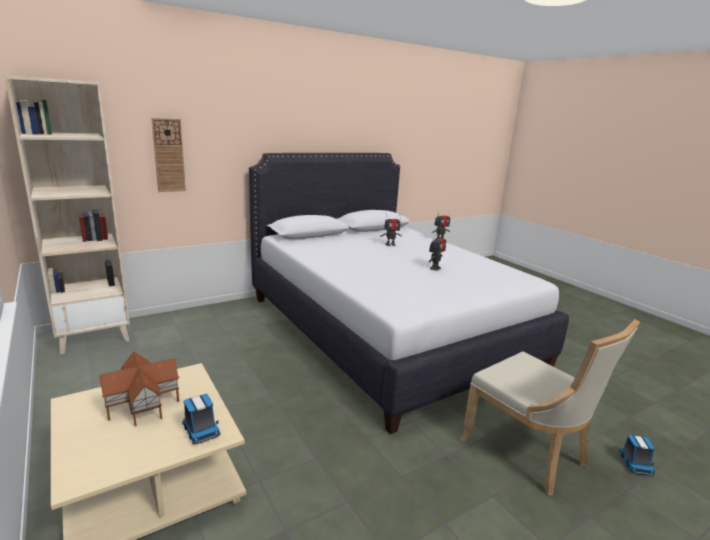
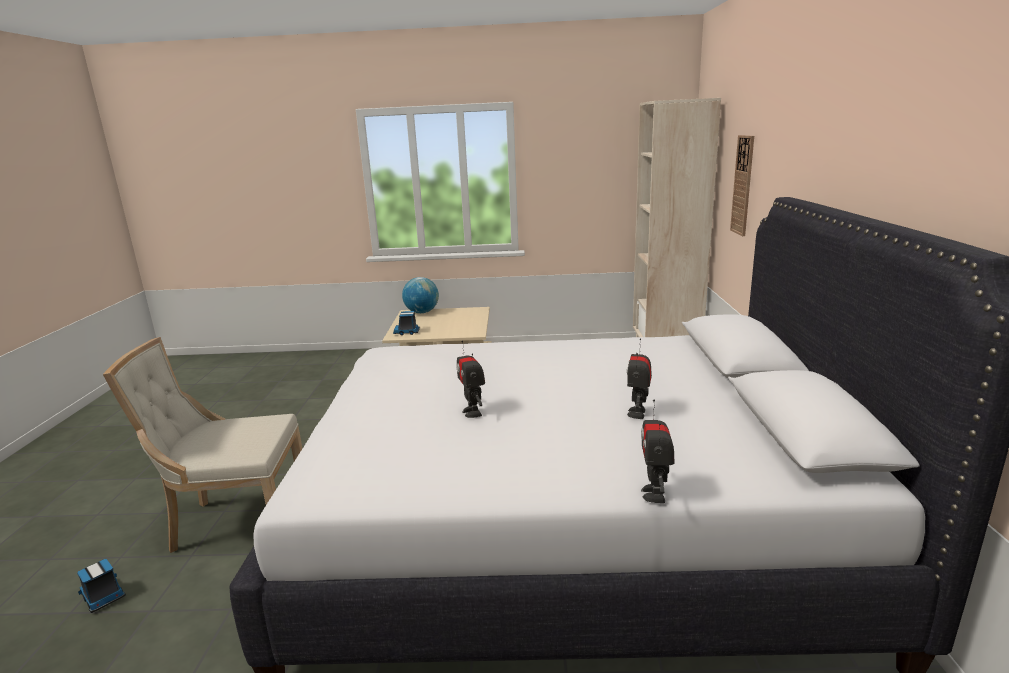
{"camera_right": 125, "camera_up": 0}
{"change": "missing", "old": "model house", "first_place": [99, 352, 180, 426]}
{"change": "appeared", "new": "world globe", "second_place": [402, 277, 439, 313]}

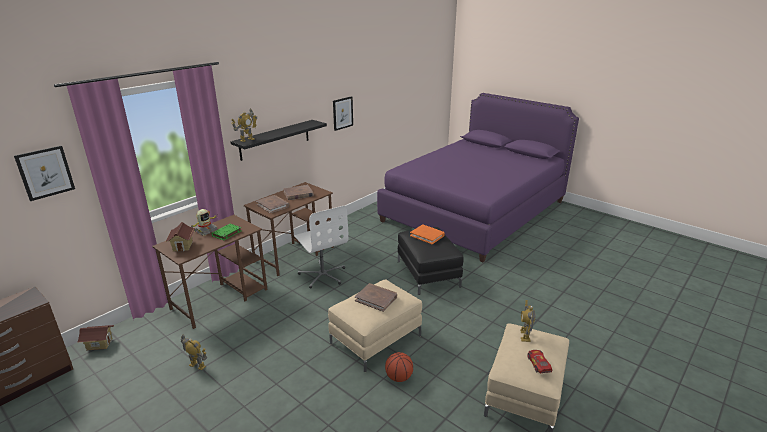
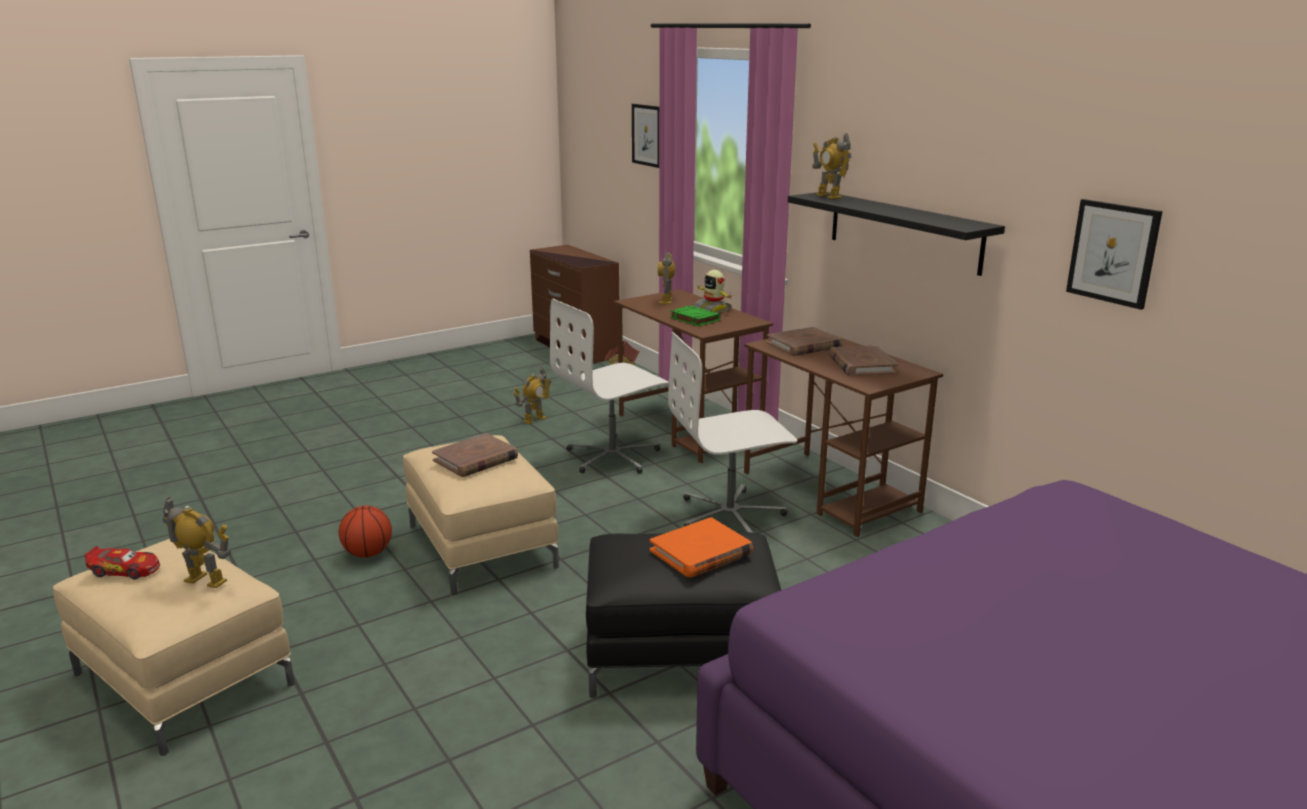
{"camera_right": 105, "camera_up": -5}
{"change": "appeared", "new": "desk chair (white)", "second_place": [550, 299, 669, 473]}
{"change": "exchanged", "old": "model house", "new": "model robot", "first_place": [165, 222, 195, 251], "second_place": [658, 252, 675, 304]}

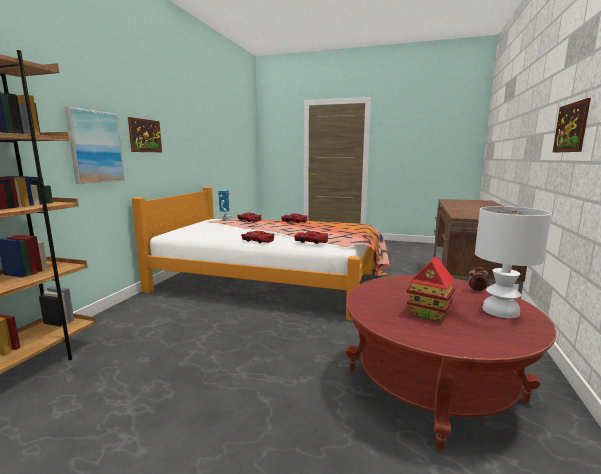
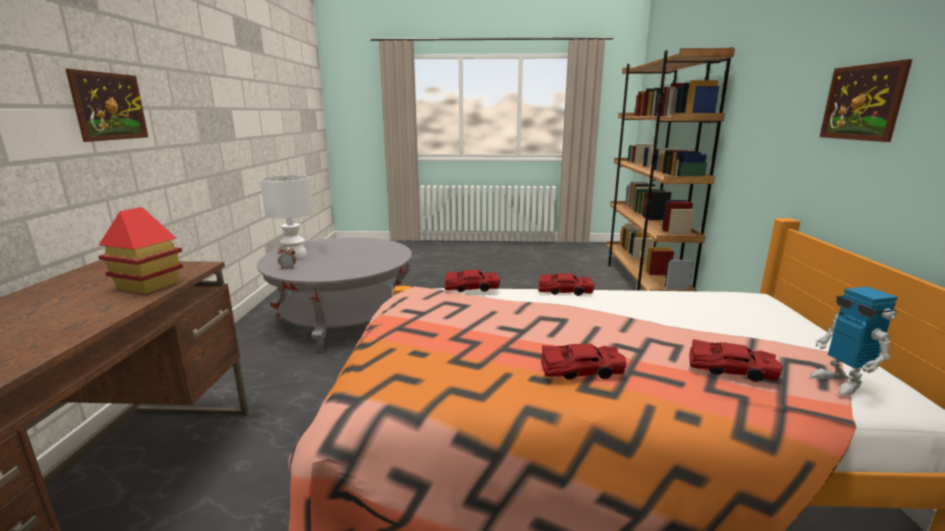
{"camera_right": 165, "camera_up": 5}
{"change": "missing", "old": "wall picture", "first_place": [65, 107, 125, 184]}
{"change": "relocated", "old": "model house", "first_place": [406, 256, 455, 321], "second_place": [98, 207, 183, 294]}
{"change": "colour", "old": "coffee table (red)", "new": "coffee table (gray)", "first_place": [345, 275, 556, 451], "second_place": [257, 237, 412, 352]}

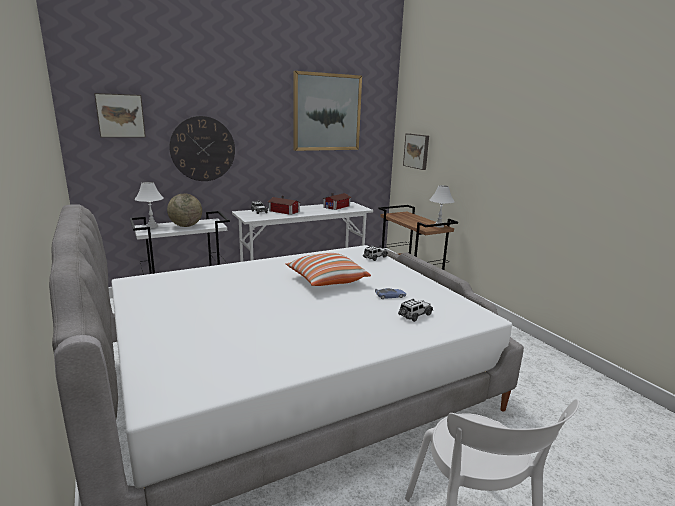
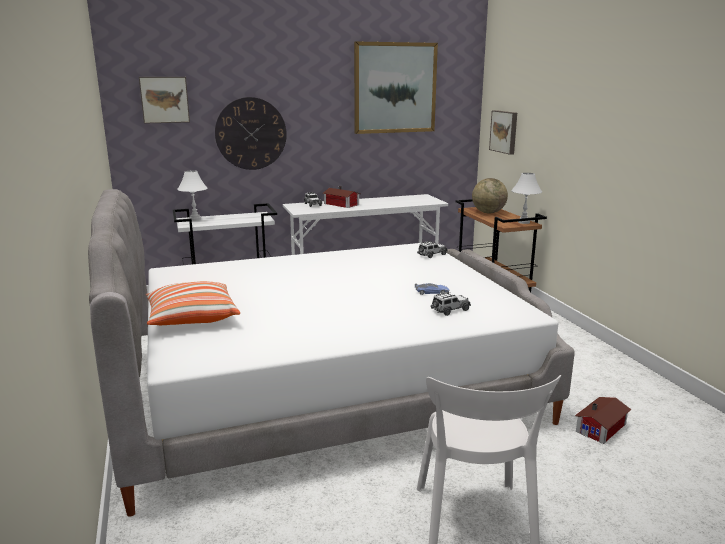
{"camera_right": 10, "camera_up": 0}
{"change": "relocated", "old": "world globe", "first_place": [167, 194, 202, 227], "second_place": [472, 178, 508, 214]}
{"change": "relocated", "old": "pillow", "first_place": [285, 253, 371, 286], "second_place": [146, 281, 240, 325]}
{"change": "relocated", "old": "model house", "first_place": [323, 193, 352, 210], "second_place": [575, 397, 631, 444]}

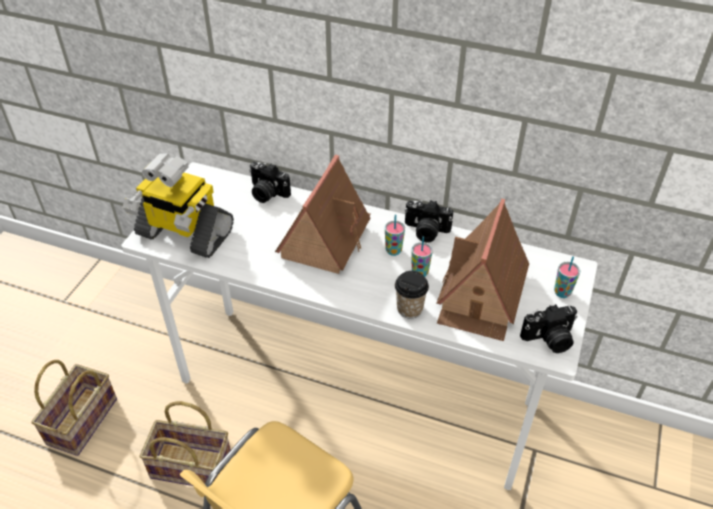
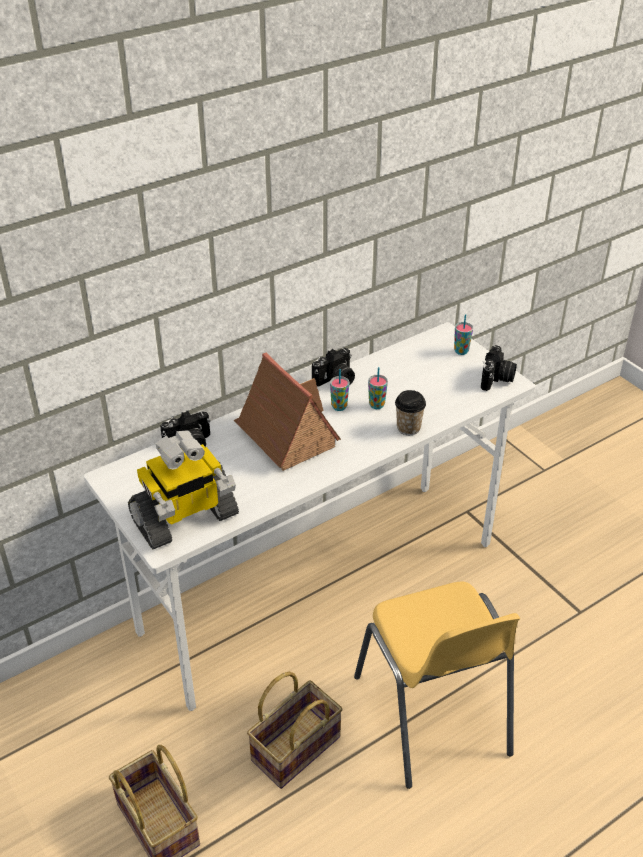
{"camera_right": -55, "camera_up": -5}
{"change": "missing", "old": "model house", "first_place": [436, 198, 529, 341]}

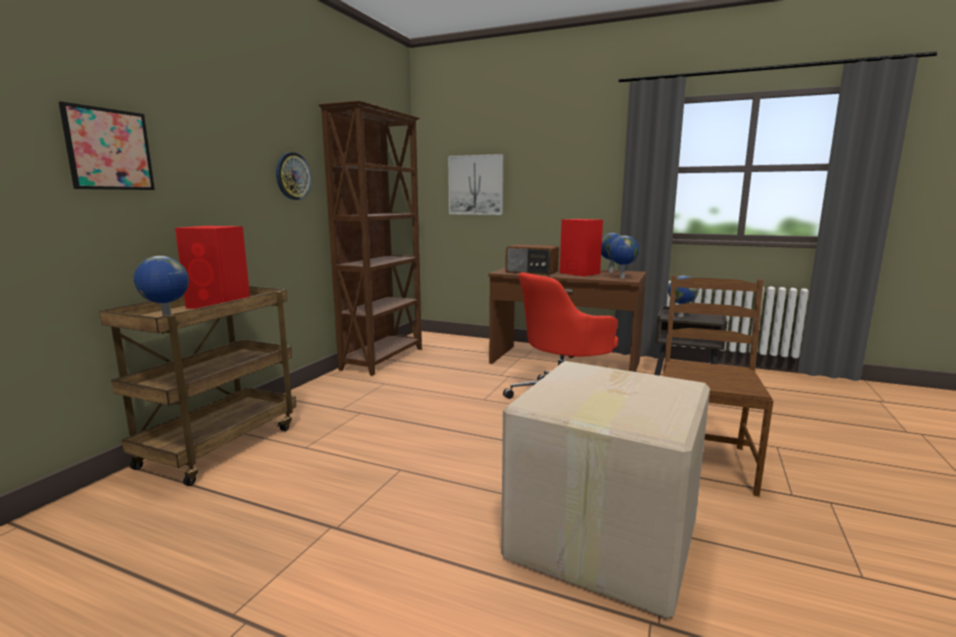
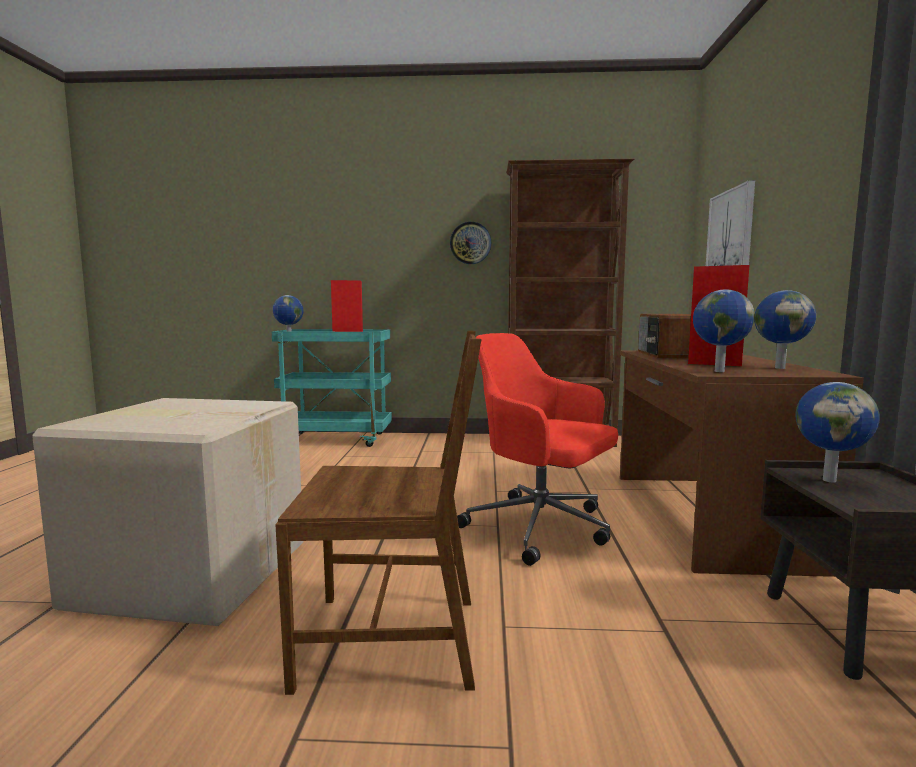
{"camera_right": 70, "camera_up": -5}
{"change": "missing", "old": "wall picture", "first_place": [59, 101, 155, 190]}
{"change": "colour", "old": "wheeled cart (brownish)", "new": "wheeled cart (turquoise-coloured)", "first_place": [99, 286, 296, 486], "second_place": [272, 329, 392, 447]}

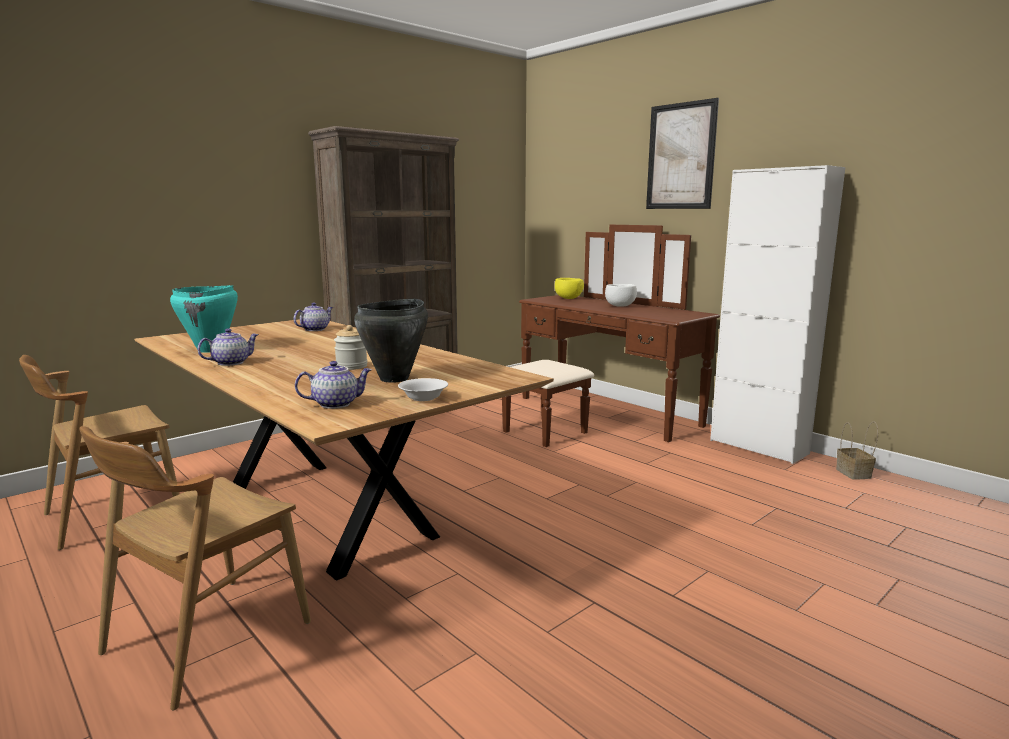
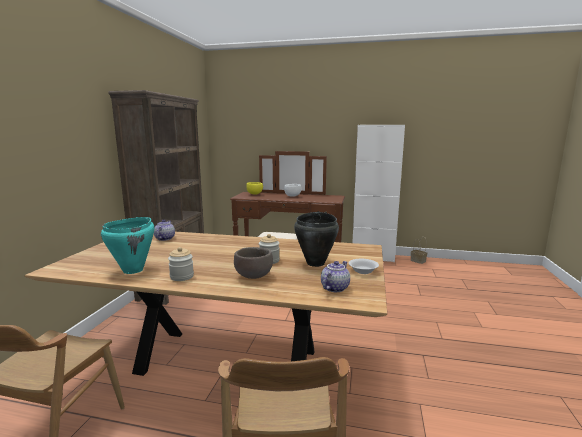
{"camera_right": -35, "camera_up": 0}
{"change": "missing", "old": "wall picture", "first_place": [646, 98, 719, 209]}
{"change": "appeared", "new": "deep dish (brownish)", "second_place": [234, 247, 273, 279]}
{"change": "exchanged", "old": "teapot", "new": "storage jar", "first_place": [197, 328, 259, 366], "second_place": [168, 247, 194, 281]}

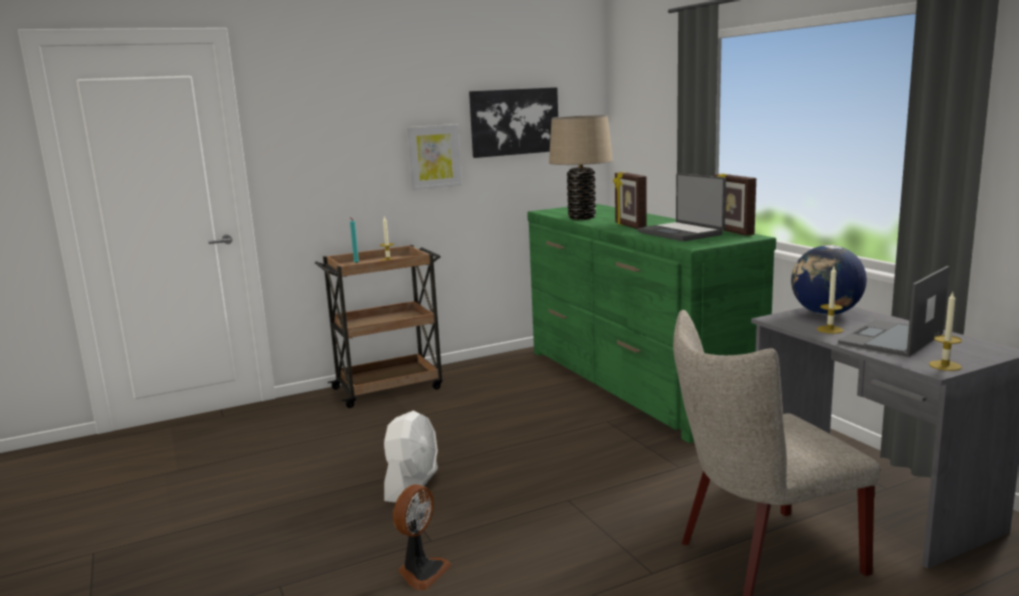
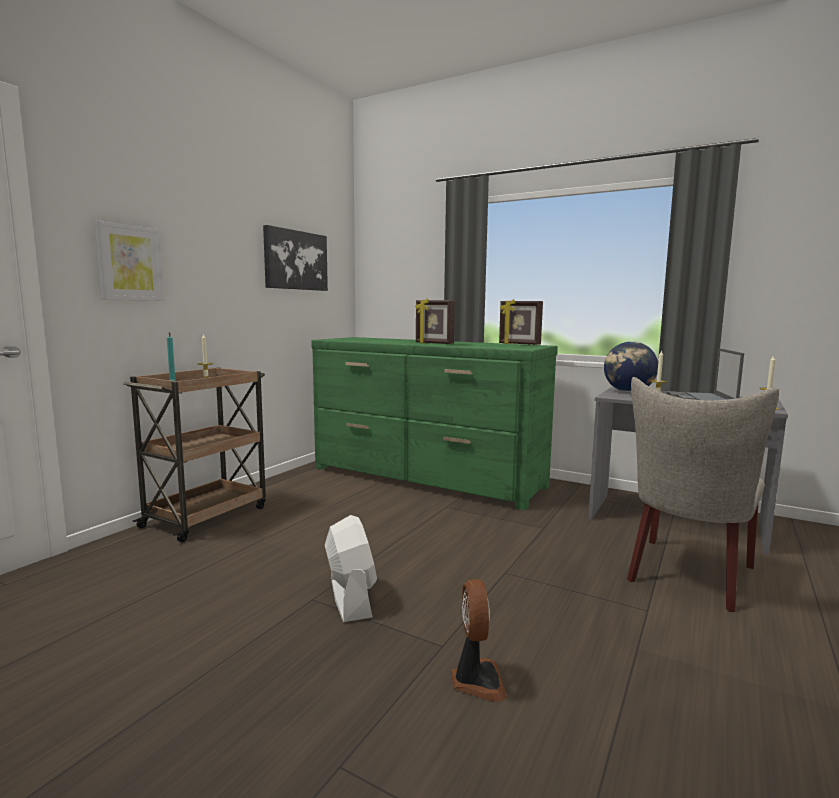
{"camera_right": -35, "camera_up": -5}
{"change": "missing", "old": "table lamp (sand-coloured)", "first_place": [549, 115, 613, 220]}
{"change": "missing", "old": "notebook computer", "first_place": [638, 173, 726, 241]}
{"change": "relocated", "old": "wall picture", "first_place": [406, 124, 462, 190], "second_place": [94, 220, 164, 301]}

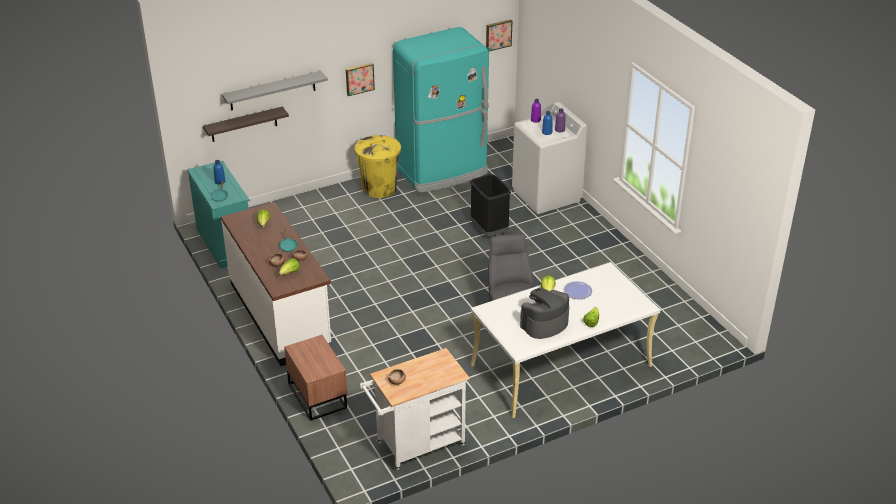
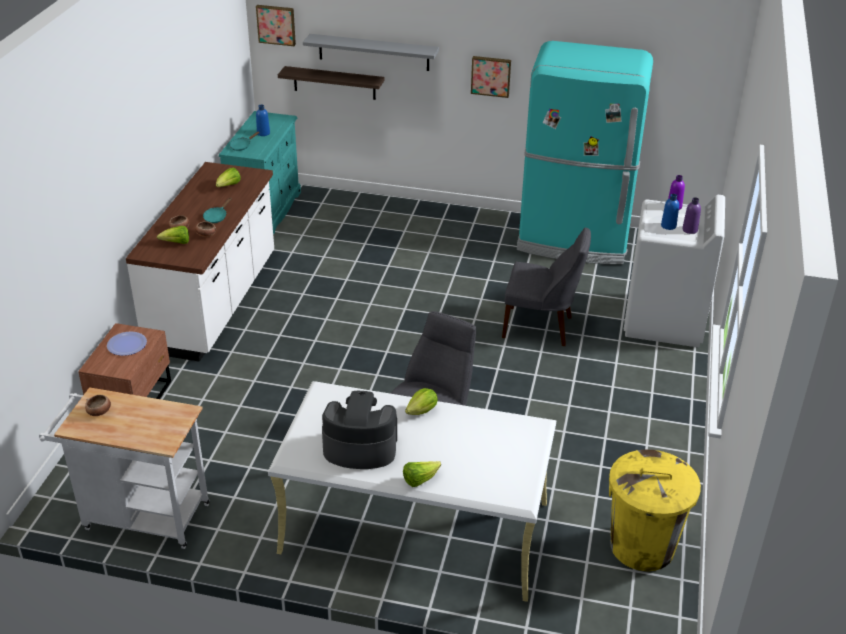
{"camera_right": 40, "camera_up": 0}
{"change": "relocated", "old": "waste bin (yellow)", "first_place": [355, 135, 401, 198], "second_place": [609, 450, 701, 571]}
{"change": "relocated", "old": "wall picture", "first_place": [486, 20, 512, 51], "second_place": [256, 5, 296, 46]}
{"change": "relocated", "old": "flat dish", "first_place": [563, 281, 592, 299], "second_place": [107, 332, 147, 356]}
{"change": "exchanged", "old": "waste bin (black)", "new": "plain chair (gray)", "first_place": [470, 174, 511, 236], "second_place": [502, 228, 591, 346]}

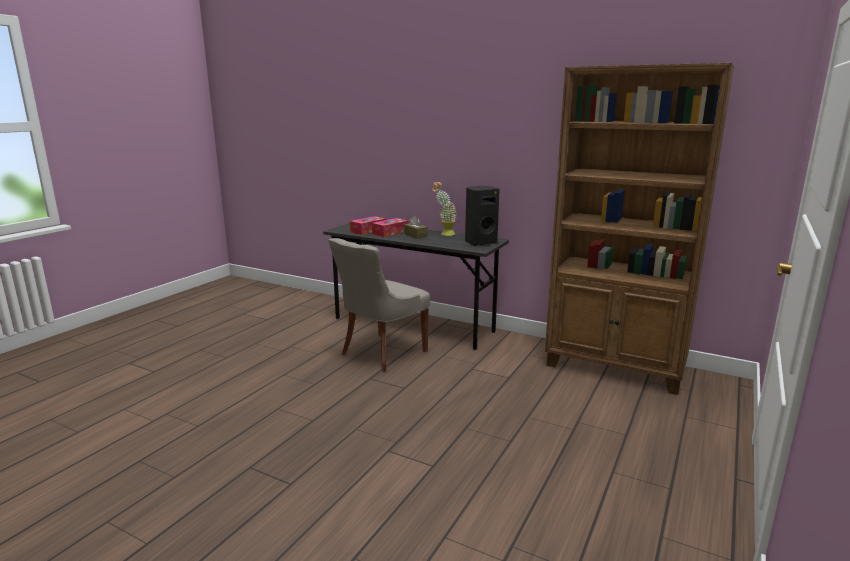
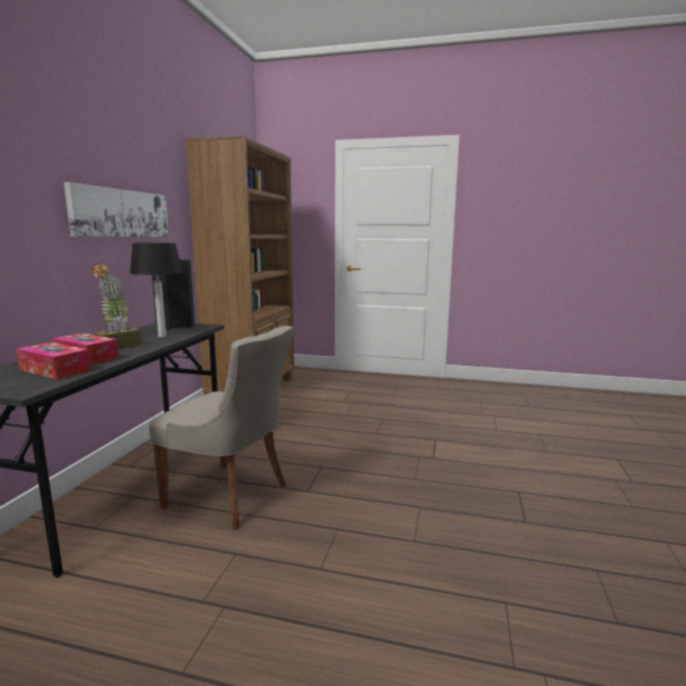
{"camera_right": -105, "camera_up": -5}
{"change": "appeared", "new": "wall picture", "second_place": [64, 182, 169, 237]}
{"change": "appeared", "new": "table lamp", "second_place": [130, 243, 183, 338]}

